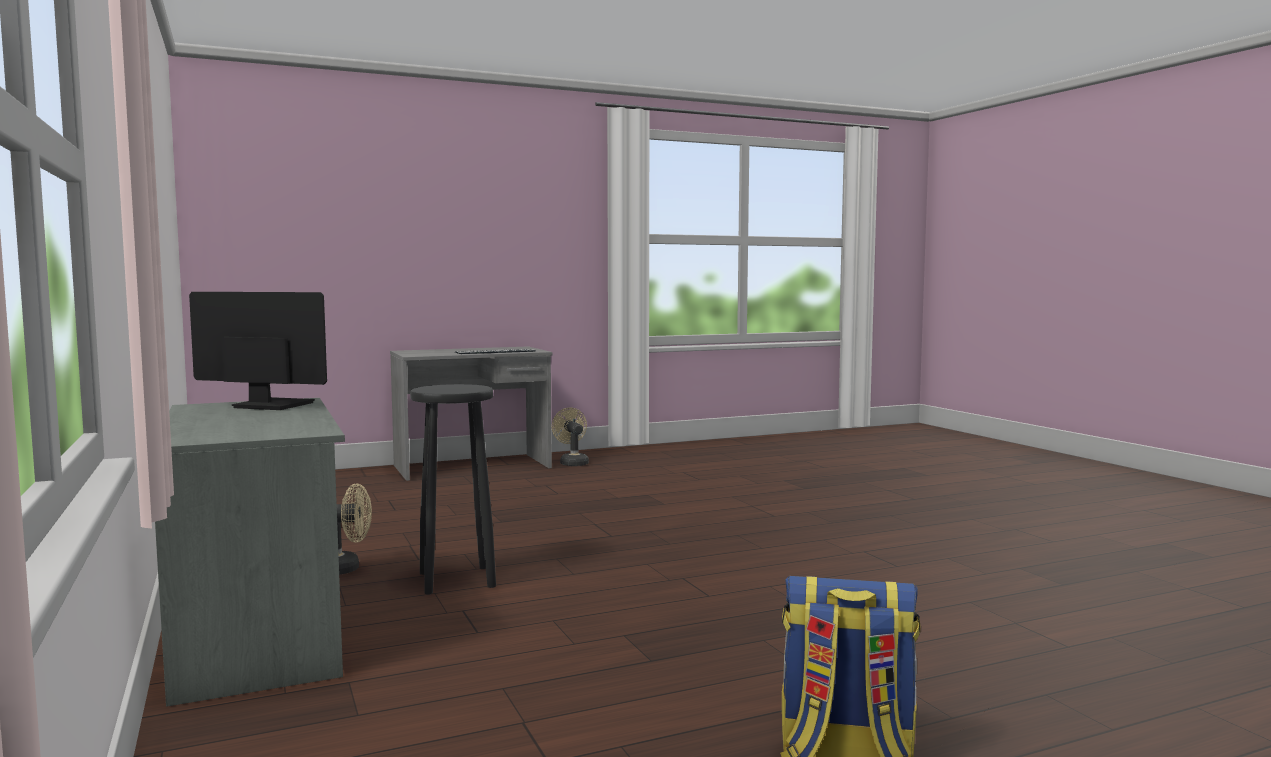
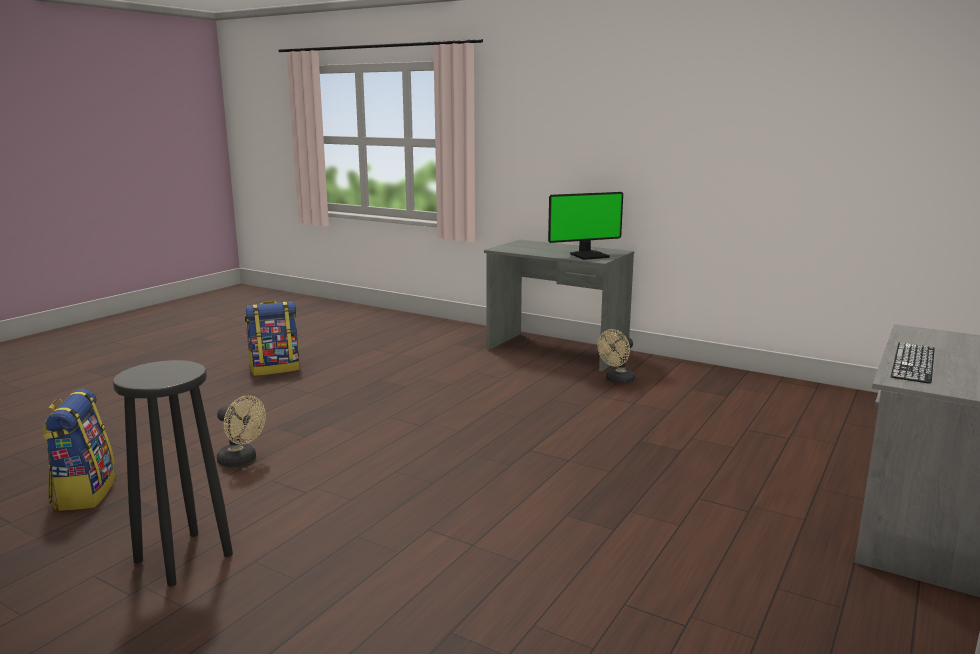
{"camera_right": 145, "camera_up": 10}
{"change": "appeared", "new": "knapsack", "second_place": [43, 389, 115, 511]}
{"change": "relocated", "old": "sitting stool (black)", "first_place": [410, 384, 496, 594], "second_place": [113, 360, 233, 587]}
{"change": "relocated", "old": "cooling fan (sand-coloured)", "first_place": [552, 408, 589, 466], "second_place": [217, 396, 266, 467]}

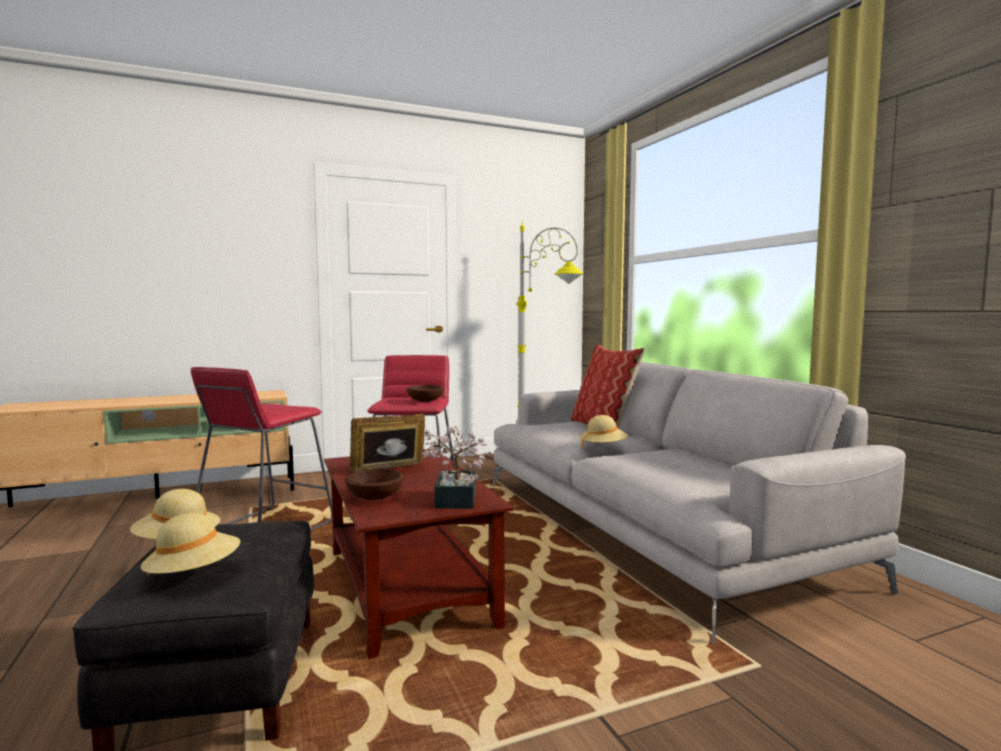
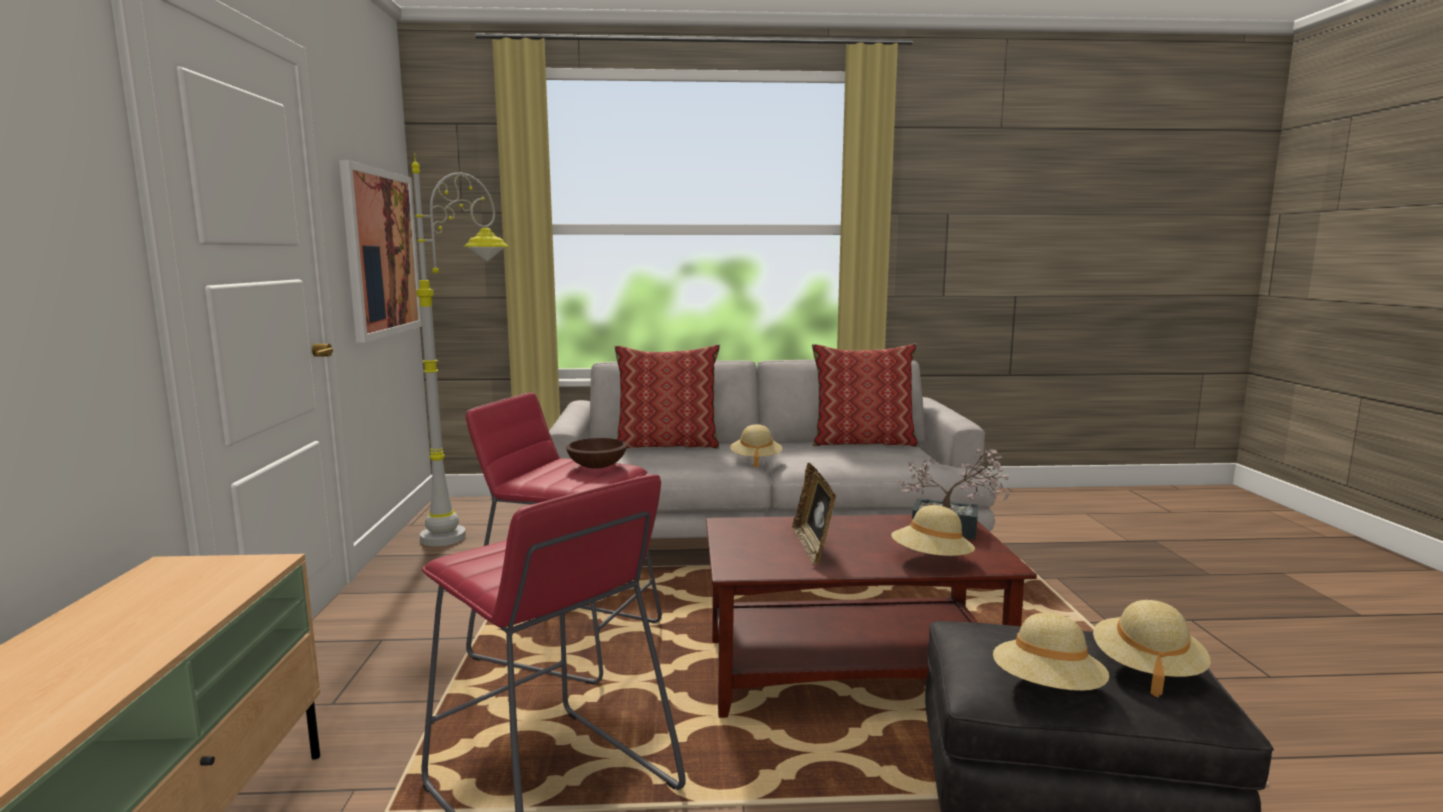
{"camera_right": -70, "camera_up": 5}
{"change": "appeared", "new": "wall picture", "second_place": [339, 160, 422, 343]}
{"change": "appeared", "new": "pillow", "second_place": [812, 344, 918, 447]}
{"change": "exchanged", "old": "deep dish (brownish)", "new": "hat (sand-coloured)", "first_place": [345, 469, 404, 500], "second_place": [891, 505, 975, 556]}

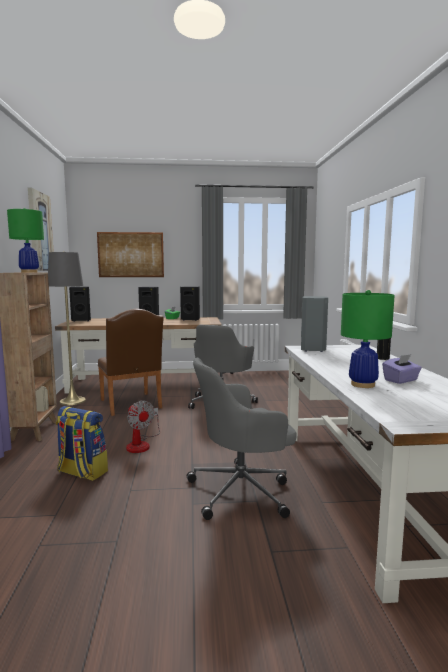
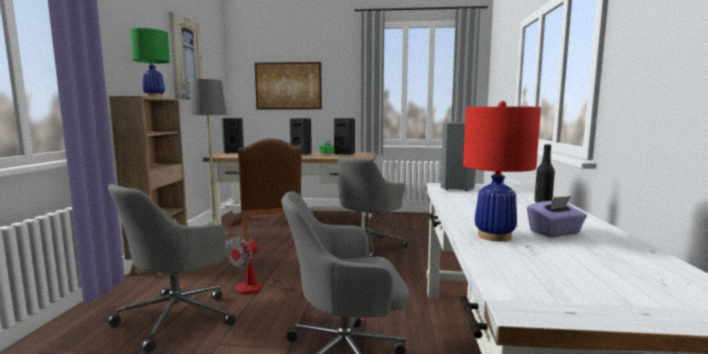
{"camera_right": 10, "camera_up": 0}
{"change": "exchanged", "old": "knapsack", "new": "desk chair (gray)", "first_place": [56, 406, 108, 481], "second_place": [107, 184, 236, 353]}
{"change": "colour", "old": "table lamp (green)", "new": "table lamp (red)", "first_place": [341, 290, 395, 388], "second_place": [463, 101, 541, 241]}
{"change": "spun", "old": "cooling fan", "first_place": [126, 401, 160, 453], "second_place": [228, 237, 302, 294], "degrees": 60}

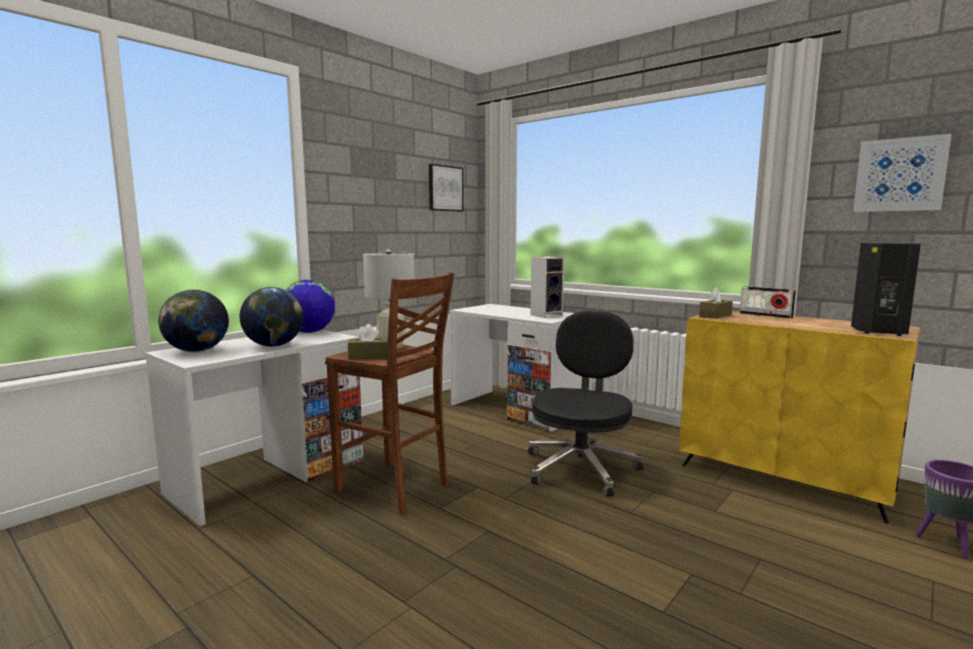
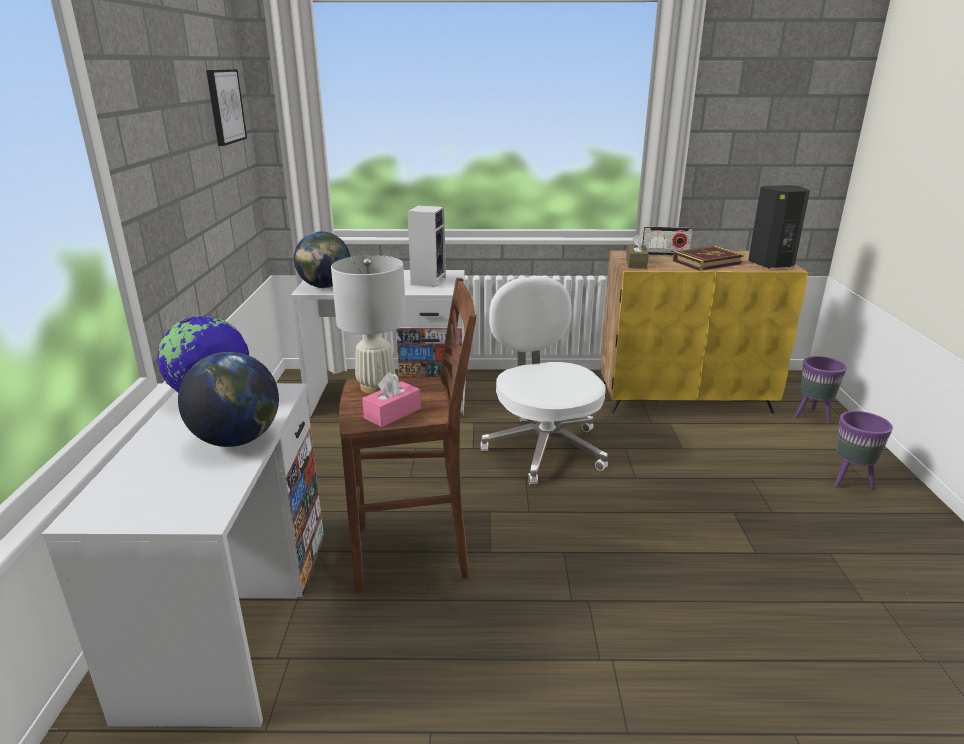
{"camera_right": -40, "camera_up": 15}
{"change": "missing", "old": "wall picture", "first_place": [853, 134, 952, 212]}
{"change": "appeared", "new": "book", "second_place": [673, 246, 744, 271]}
{"change": "appeared", "new": "planter (purple)", "second_place": [834, 411, 893, 489]}
{"change": "relocated", "old": "world globe", "first_place": [158, 290, 229, 352], "second_place": [294, 231, 350, 288]}
{"change": "colour", "old": "tissue holder (brownish)", "new": "tissue holder (pink-coloured)", "first_place": [348, 324, 388, 359], "second_place": [362, 372, 421, 427]}
{"change": "colour", "old": "desk chair (black)", "new": "desk chair (white)", "first_place": [528, 311, 644, 497], "second_place": [480, 276, 608, 484]}

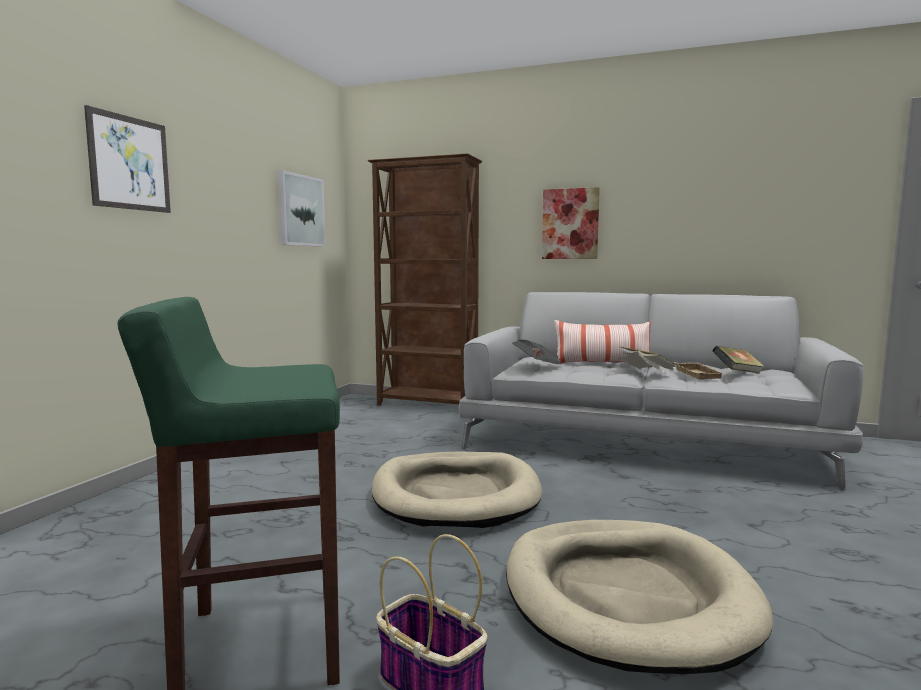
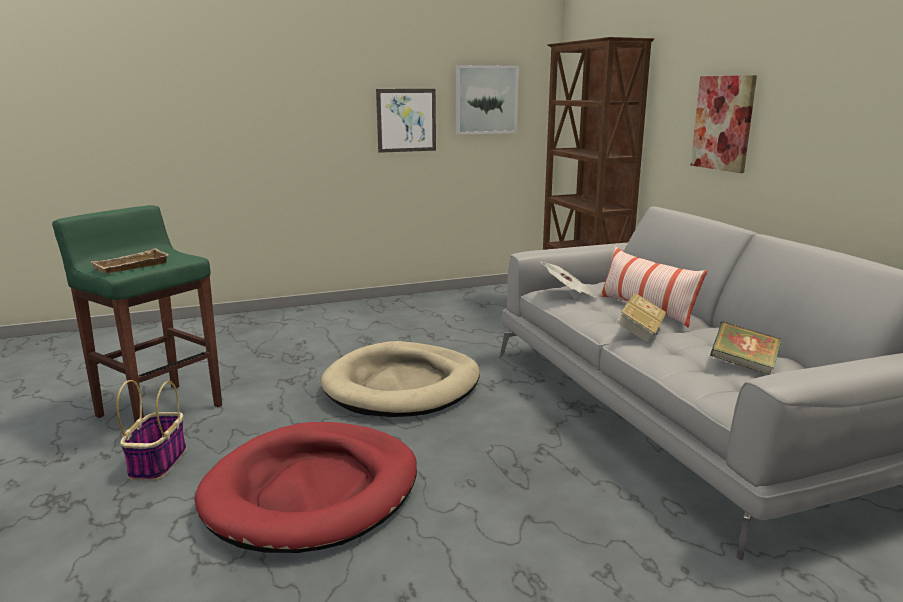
{"camera_right": 50, "camera_up": 10}
{"change": "relocated", "old": "wall picture", "first_place": [84, 105, 171, 213], "second_place": [376, 89, 436, 153]}
{"change": "relocated", "old": "carrying tray (sand-coloured)", "first_place": [674, 362, 726, 380], "second_place": [90, 248, 170, 274]}
{"change": "colour", "old": "dog bed (sand-coloured)", "new": "dog bed (red)", "first_place": [506, 520, 774, 674], "second_place": [195, 422, 417, 553]}

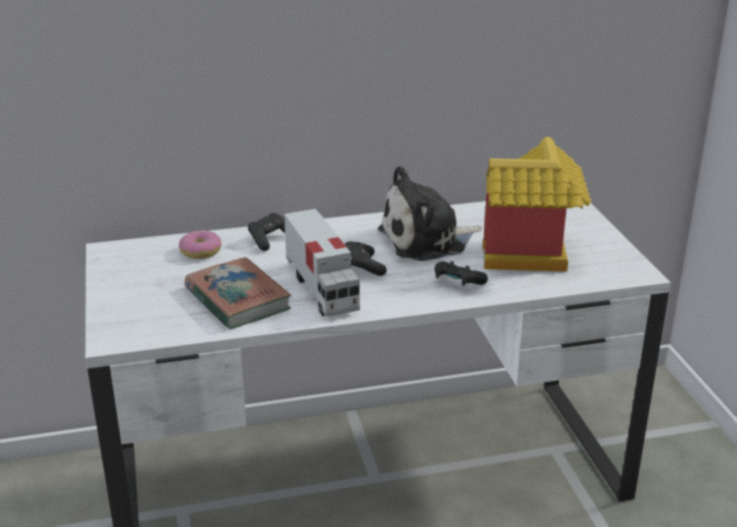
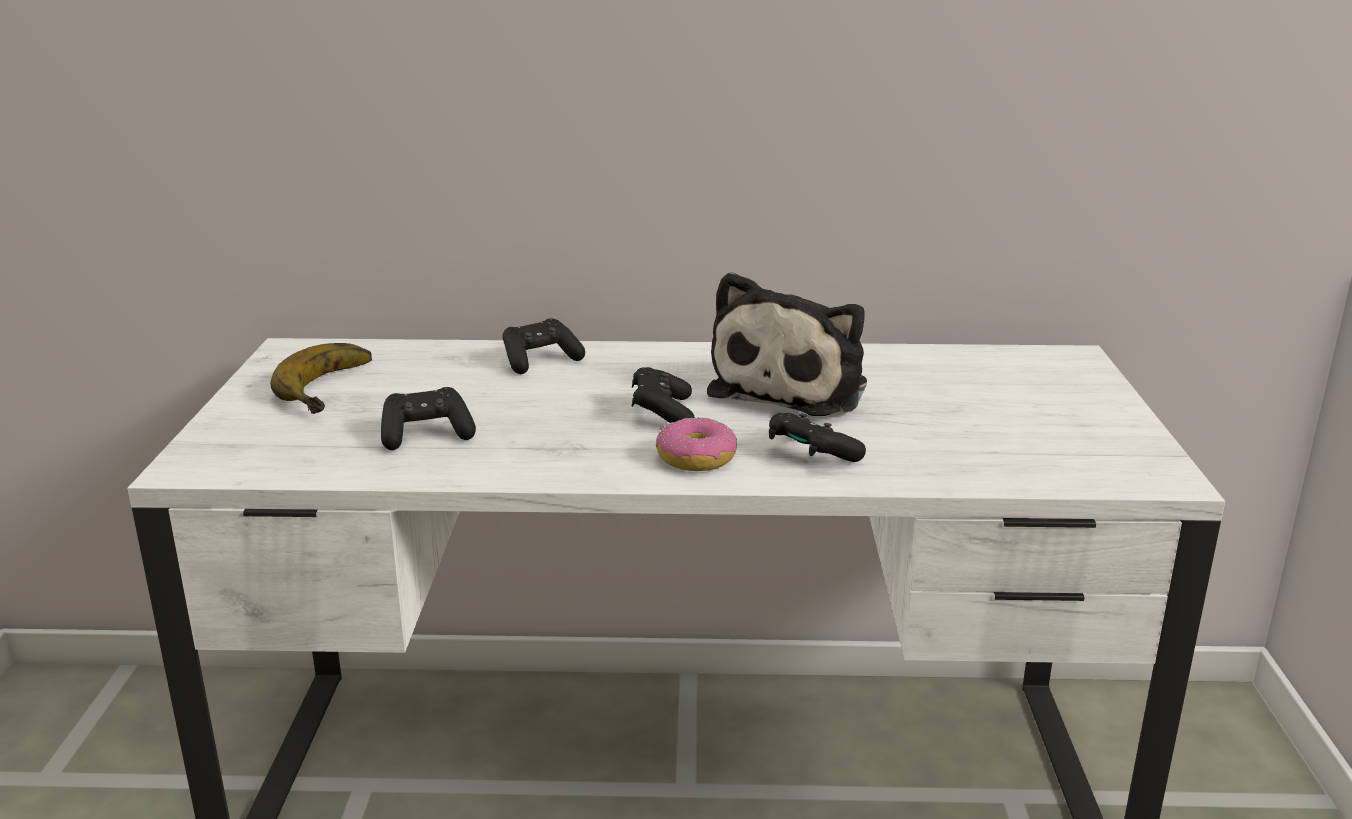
{"camera_right": 15, "camera_up": -5}
{"change": "missing", "old": "toy lorry", "first_place": [284, 209, 360, 317]}
{"change": "missing", "old": "model house", "first_place": [483, 137, 591, 272]}
{"change": "appeared", "new": "whole banana", "second_place": [270, 343, 372, 414]}
{"change": "relocated", "old": "doughnut", "first_place": [179, 230, 221, 259], "second_place": [656, 417, 737, 471]}
{"change": "exchanged", "old": "book", "new": "joypad (black)", "first_place": [185, 257, 292, 330], "second_place": [381, 387, 476, 450]}
{"change": "spun", "old": "plush toy", "first_place": [378, 166, 482, 261], "second_place": [707, 272, 867, 416], "degrees": -60}

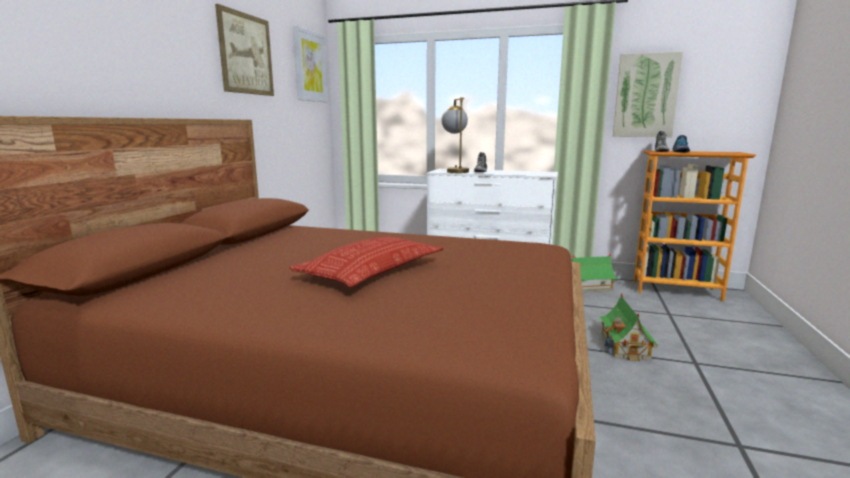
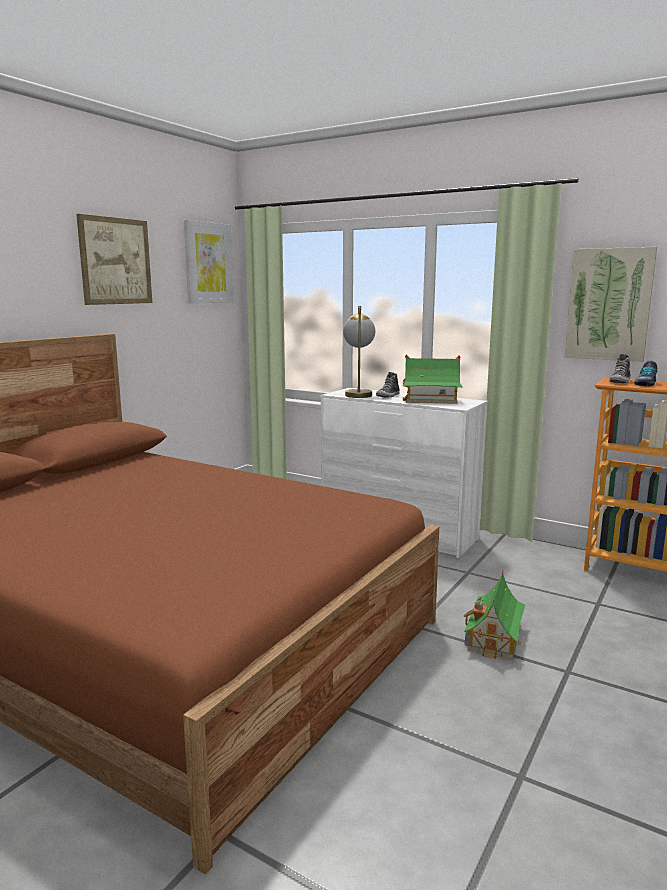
{"camera_right": 15, "camera_up": 0}
{"change": "missing", "old": "pillow", "first_place": [289, 237, 443, 287]}
{"change": "relocated", "old": "model house", "first_place": [571, 254, 618, 293], "second_place": [403, 355, 462, 404]}

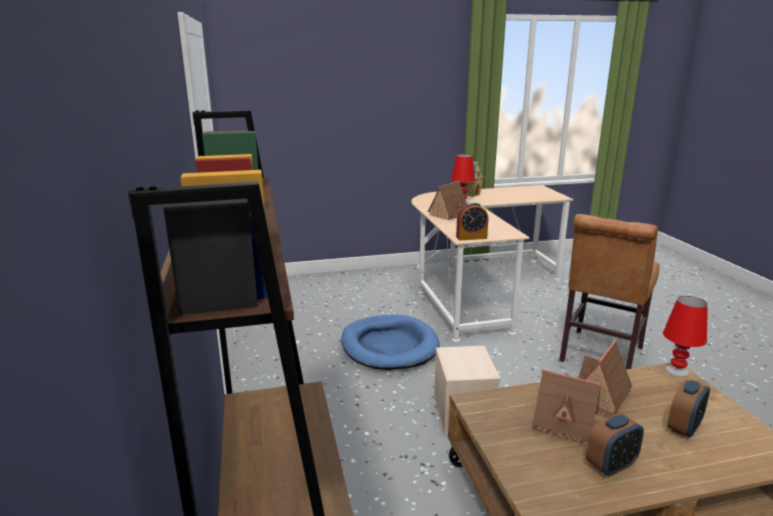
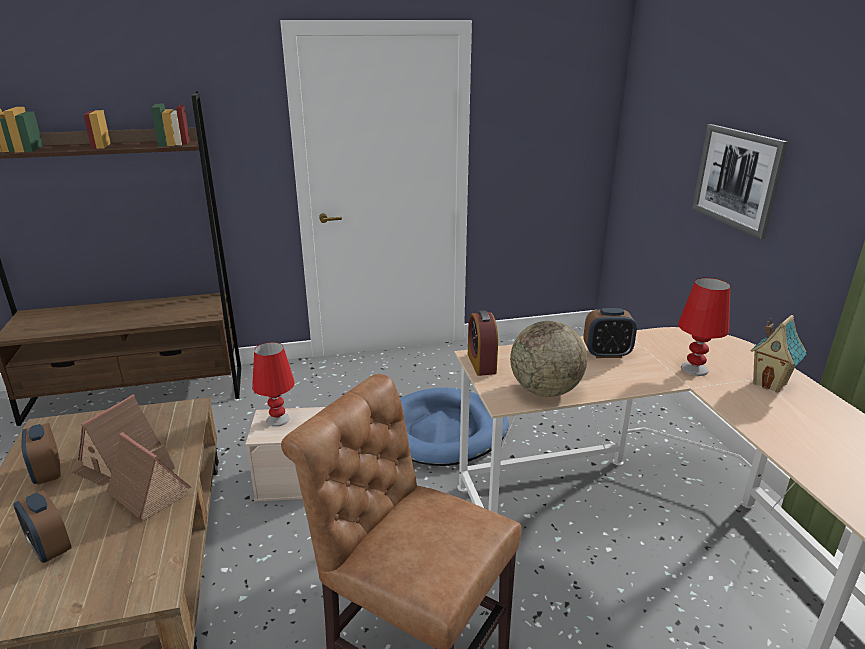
{"camera_right": 90, "camera_up": 5}
{"change": "appeared", "new": "world globe", "second_place": [510, 321, 587, 397]}
{"change": "appeared", "new": "wall picture", "second_place": [692, 124, 788, 239]}
{"change": "relocated", "old": "table lamp (red)", "first_place": [663, 296, 708, 377], "second_place": [252, 342, 295, 427]}
{"change": "exchanged", "old": "model house", "new": "table clock", "first_place": [428, 181, 467, 220], "second_place": [584, 308, 637, 358]}

